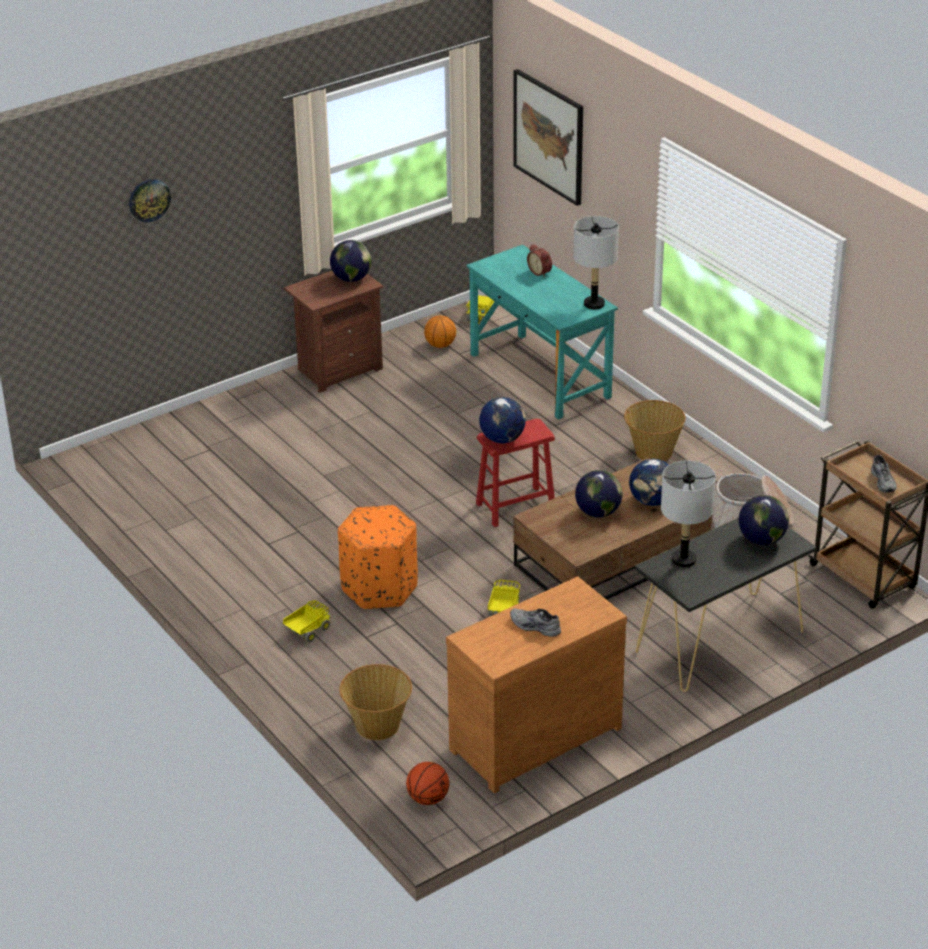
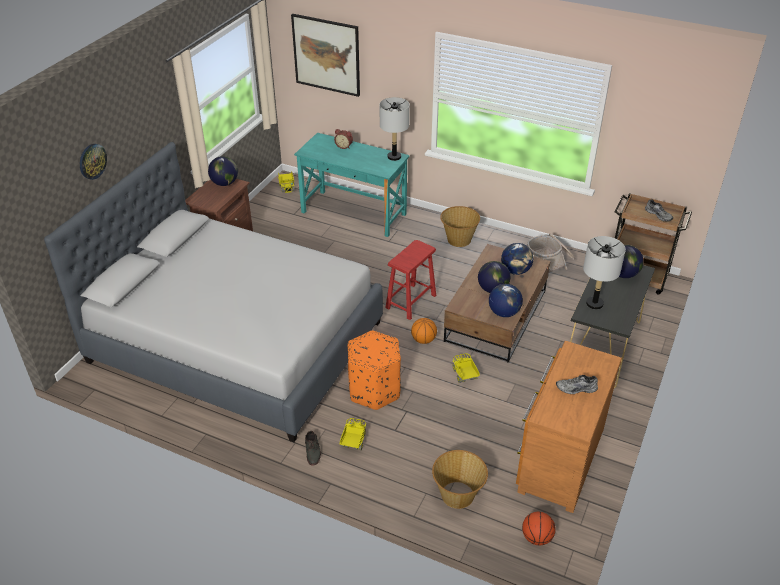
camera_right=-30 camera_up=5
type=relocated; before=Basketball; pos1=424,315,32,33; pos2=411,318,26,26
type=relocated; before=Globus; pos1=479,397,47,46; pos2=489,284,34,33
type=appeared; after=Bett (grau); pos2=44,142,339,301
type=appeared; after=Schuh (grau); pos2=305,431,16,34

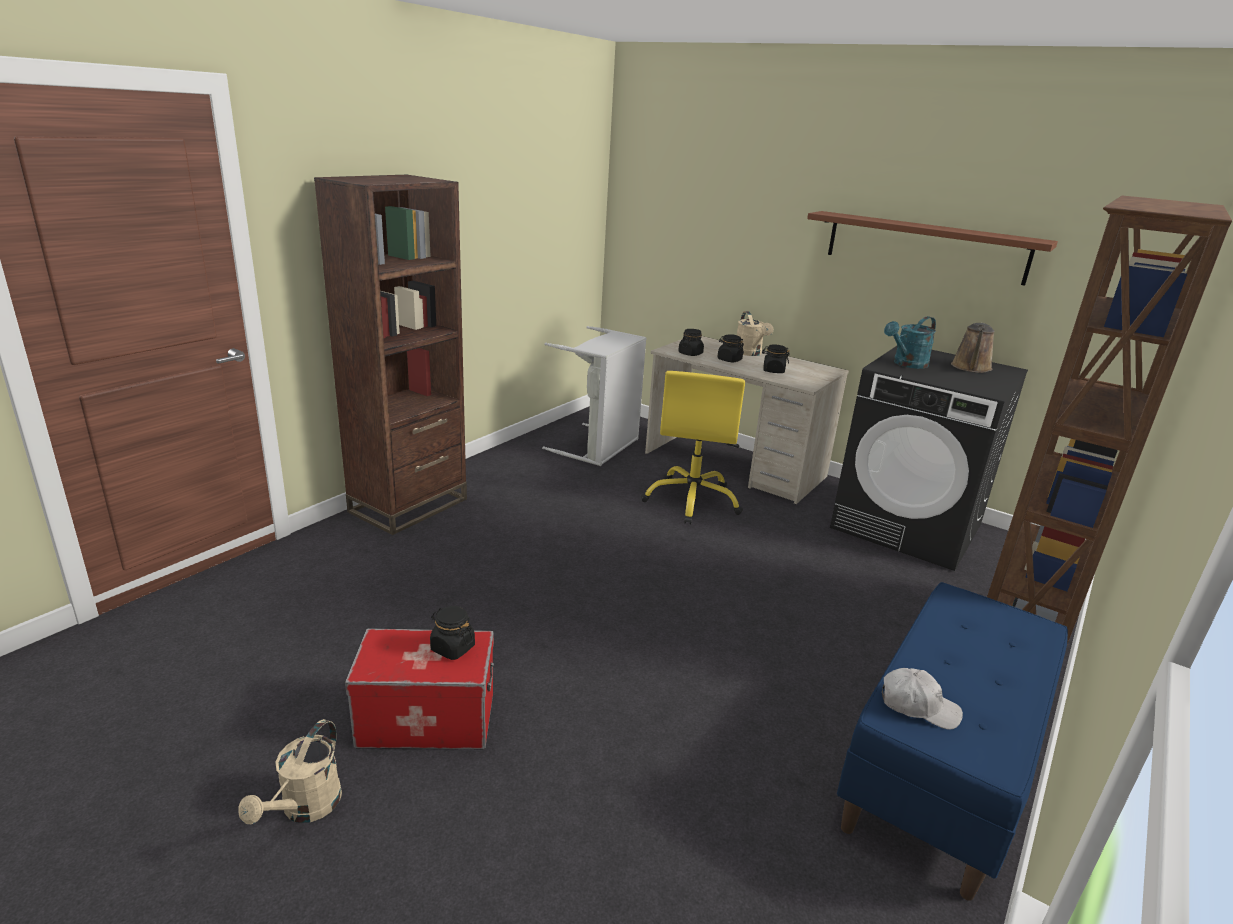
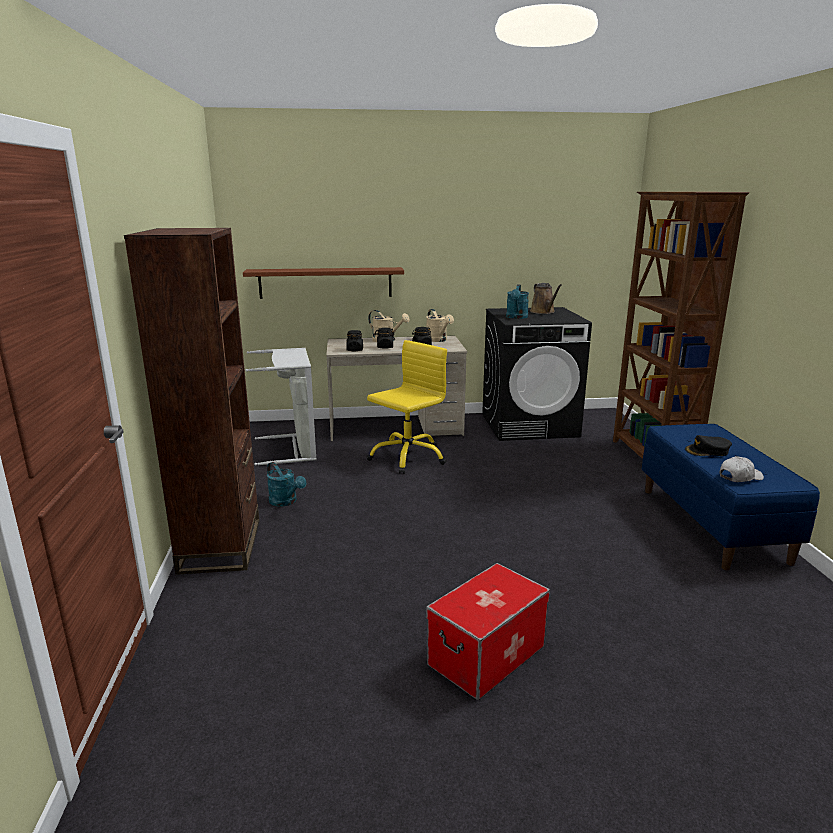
camera_right=-40 camera_up=-5
type=relocated; before=Wandregal (braun); pos1=807,211,251,75; pos2=243,267,161,32
type=spun; before=Bürostuhl (gelb); pos1=641,371,104,153; pos2=367,340,80,134; turn=-105
type=missing; before=Vorratsglas (schwarz); pos1=430,606,45,54
type=relocated; before=Gießkanne (beige); pos1=238,719,104,105; pos2=426,309,28,33
type=appeared; after=Kappe (schwarz); pos2=685,435,47,21
type=appeared; after=Gießkanne (türkis); pos2=267,462,39,45

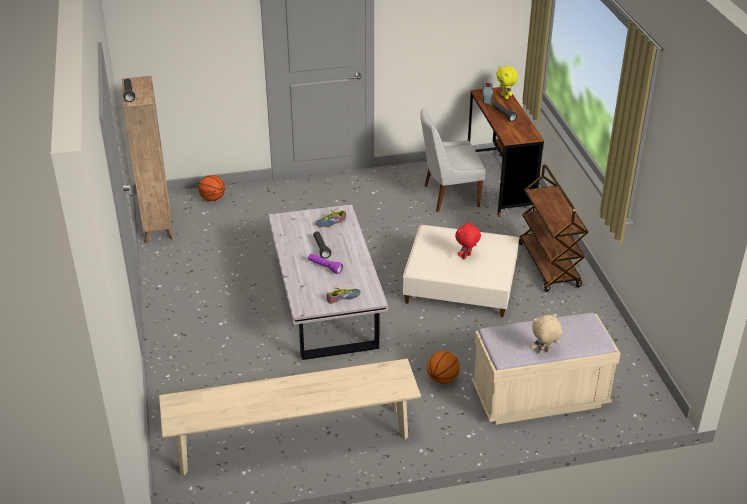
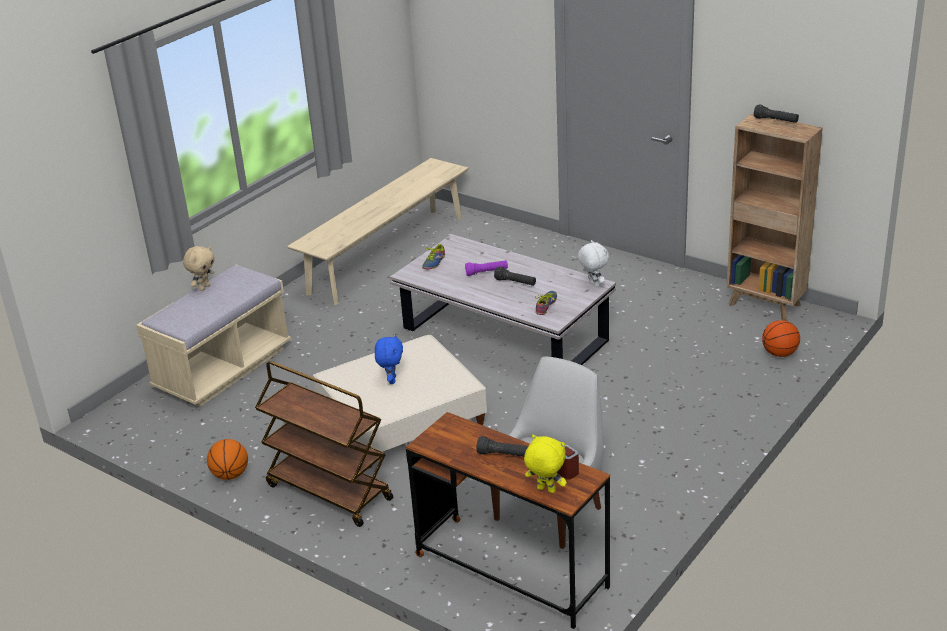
camera_right=140 camera_up=-5
type=colour; before=Plüschtier (rot); after=Plüschtier (blau); pos1=455,221,26,38; pos2=375,334,28,50
type=relocated; before=Basketball; pos1=427,351,33,33; pos2=207,439,41,41
type=appeared; after=Plüschtier (weiß); pos2=578,240,31,47

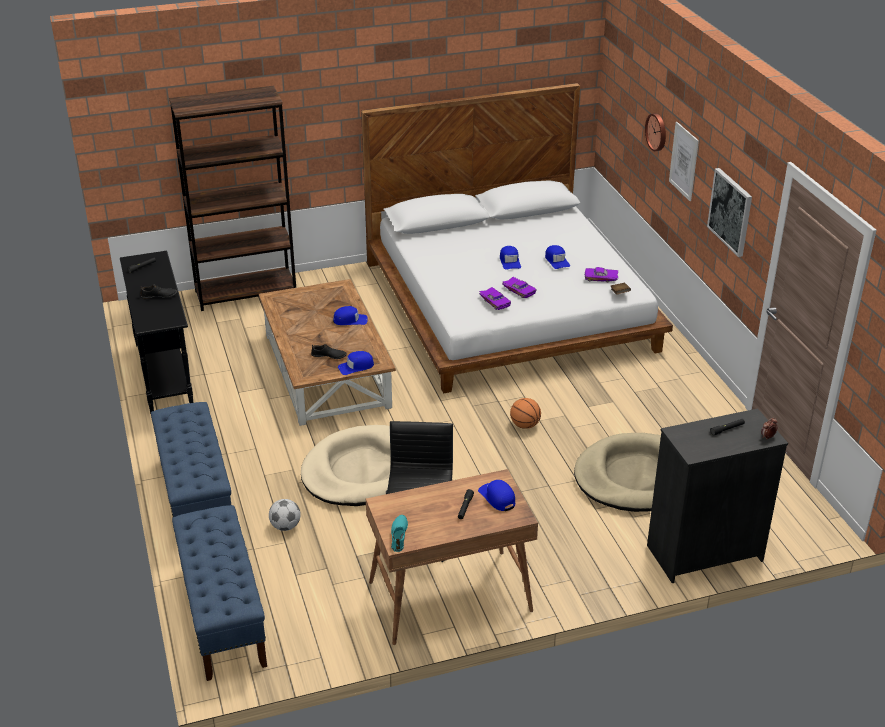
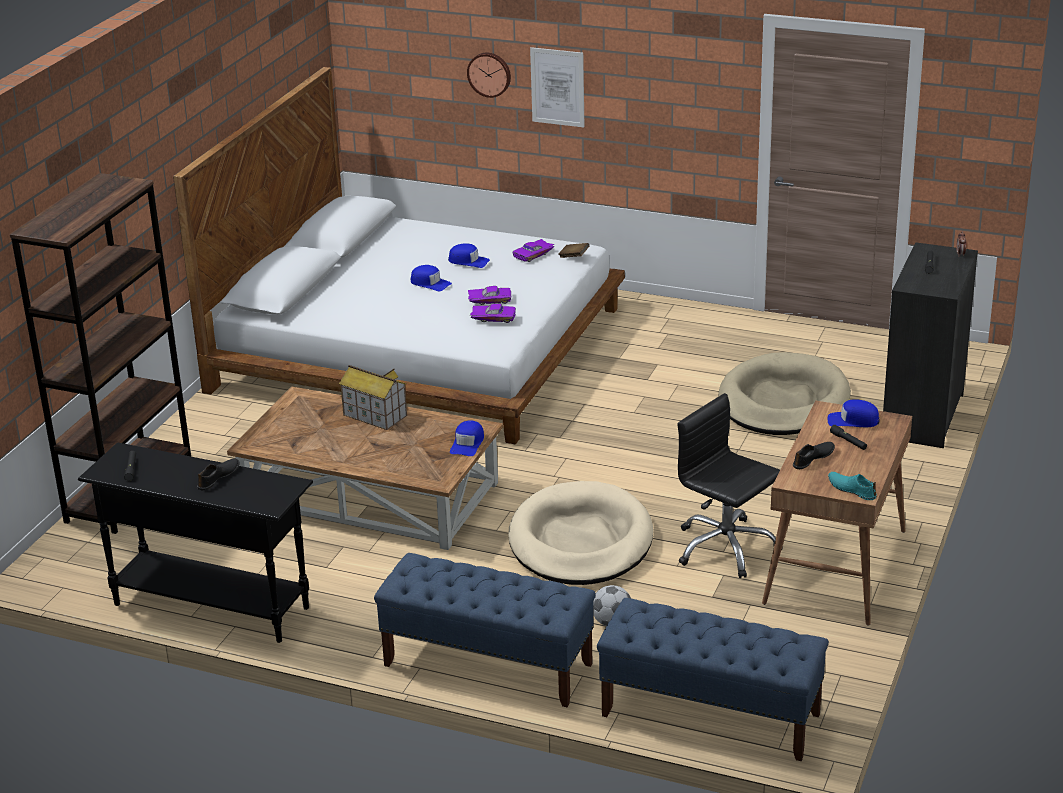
camera_right=-50 camera_up=-5
type=missing; before=Bild; pos1=707,168,45,89
type=exchanged; before=Kappe (blau); after=Spielzeughaus; pos1=333,306,35,19; pos2=339,365,68,65
type=relocated; before=Schuh (schwarz); pos1=311,344,36,15; pos2=793,442,42,27
type=missing; before=Basketball; pos1=510,398,31,31

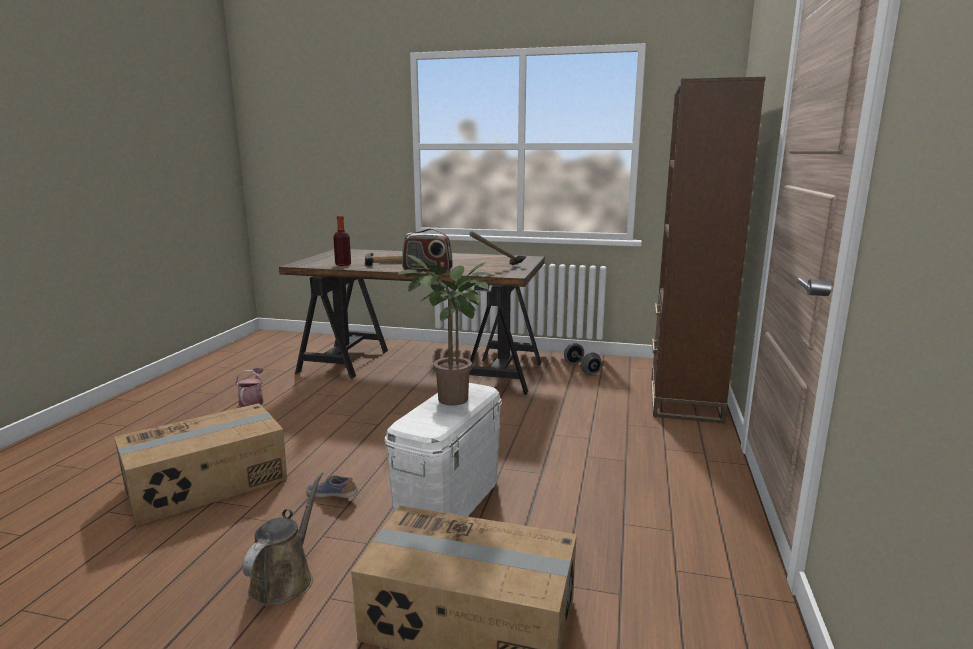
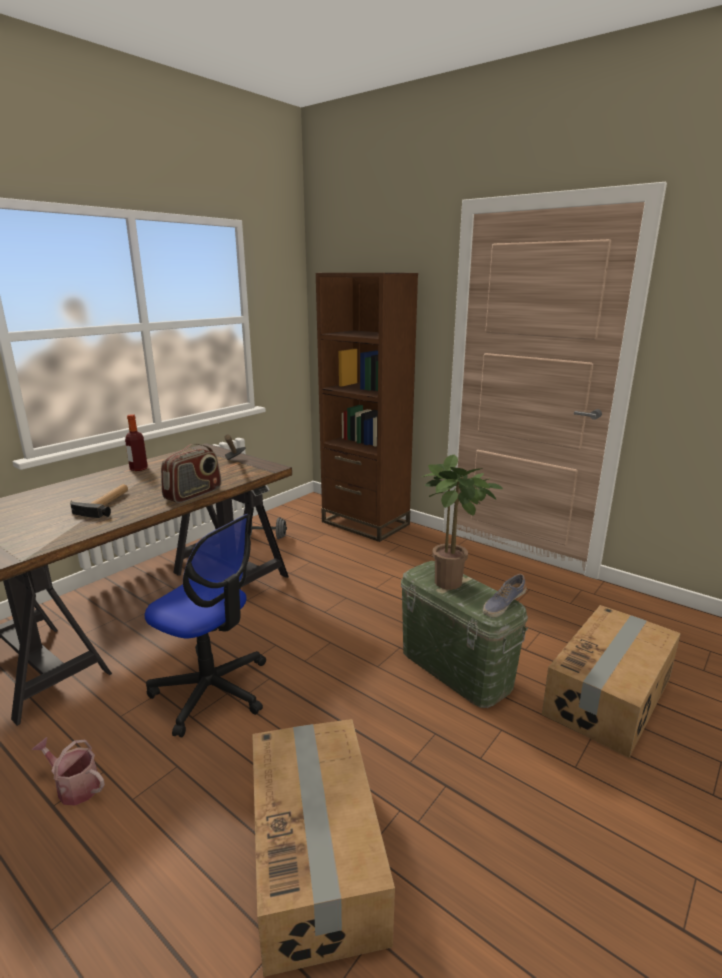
camera_right=-65 camera_up=5
type=relocated; before=Flasche; pos1=333,216,18,50; pos2=125,414,23,57
type=colour; before=Aufbewahrungsbox (weiß); after=Aufbewahrungsbox (grün); pos1=385,383,117,133; pos2=401,561,127,147
type=missing; before=Gießkanne (braun); pos1=243,472,80,134
type=relocated; before=Schuh; pos1=306,475,52,23; pos2=483,574,43,43
type=appeared; after=Bürostuhl; pos2=145,514,121,223

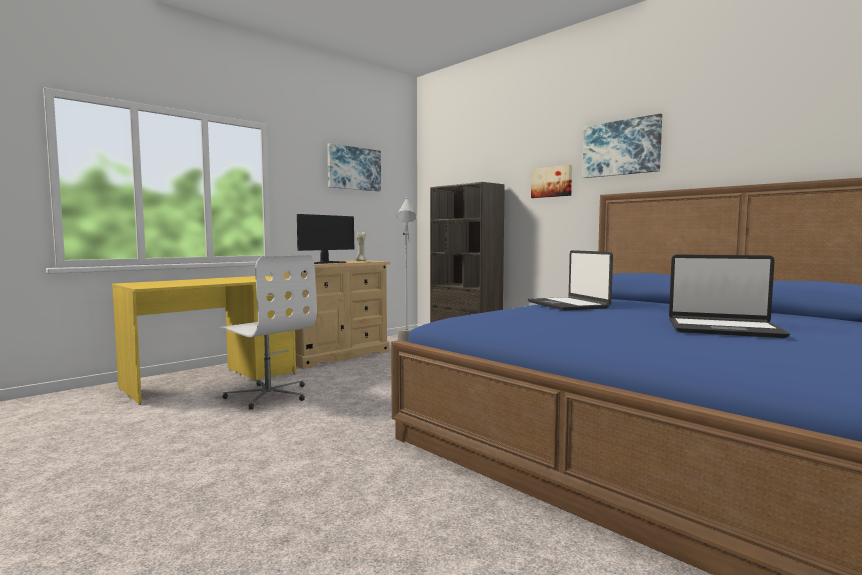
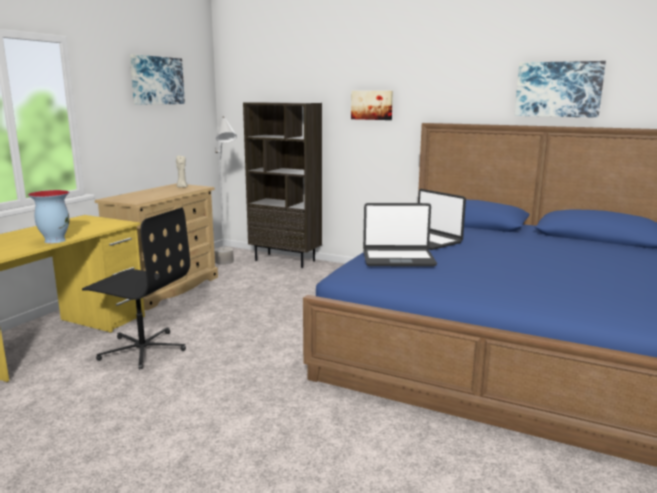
camera_right=-20 camera_up=10
type=relocated; before=Bild; pos1=582,114,80,64; pos2=515,61,91,57
type=missing; before=Monitor; pos1=297,214,57,50
type=relocated; before=Laptop; pos1=669,254,121,84; pos2=363,203,74,64
type=colour; before=Bürostuhl (weiß); after=Bürostuhl (schwarz); pos1=218,255,99,154; pos2=82,208,108,161
type=appeared; after=Vase; pos2=28,190,41,53

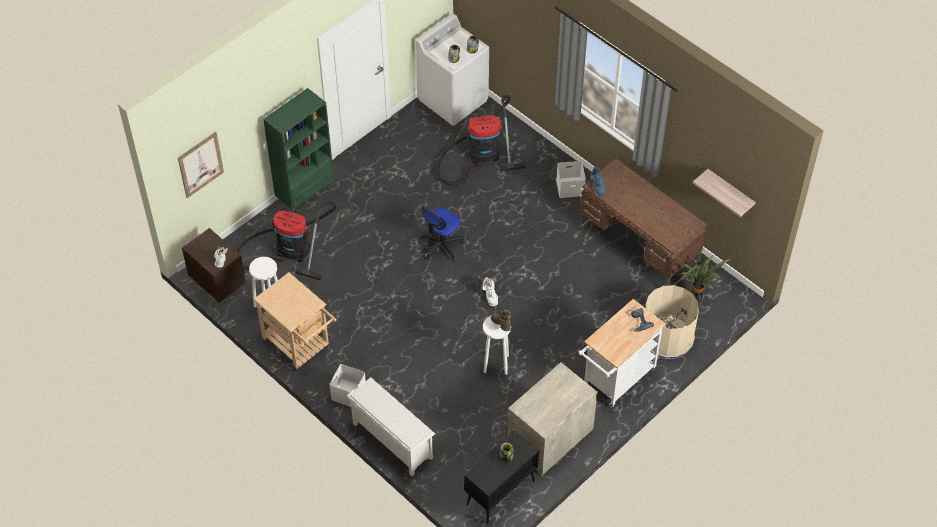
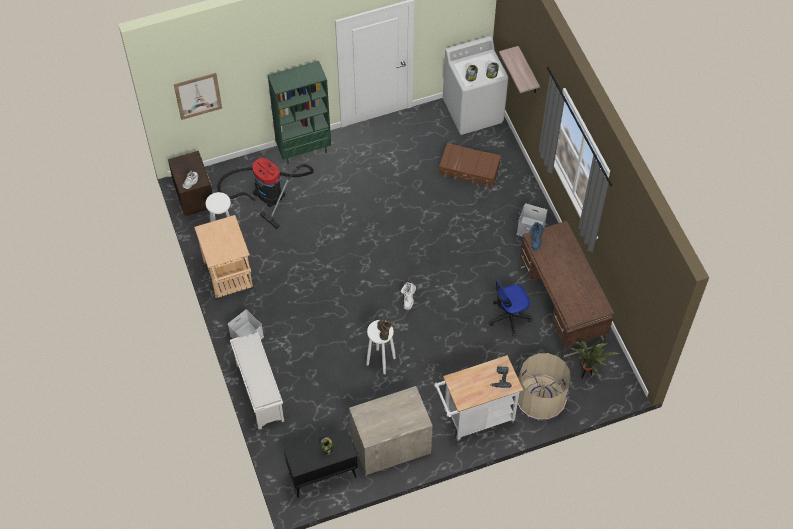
camera_right=25 camera_up=5
type=exchanged; before=Staubsauger; after=Koffer (braun); pos1=436,95,90,91; pos2=439,143,62,44
type=relocated; before=Wandregal; pos1=693,169,63,48; pos2=499,46,41,47
type=relocated; before=Bürostuhl; pos1=419,205,46,56; pos2=489,279,43,57

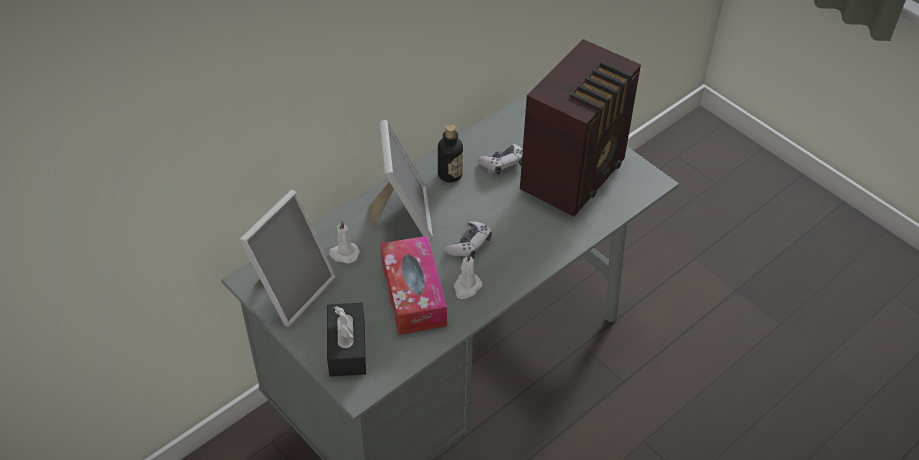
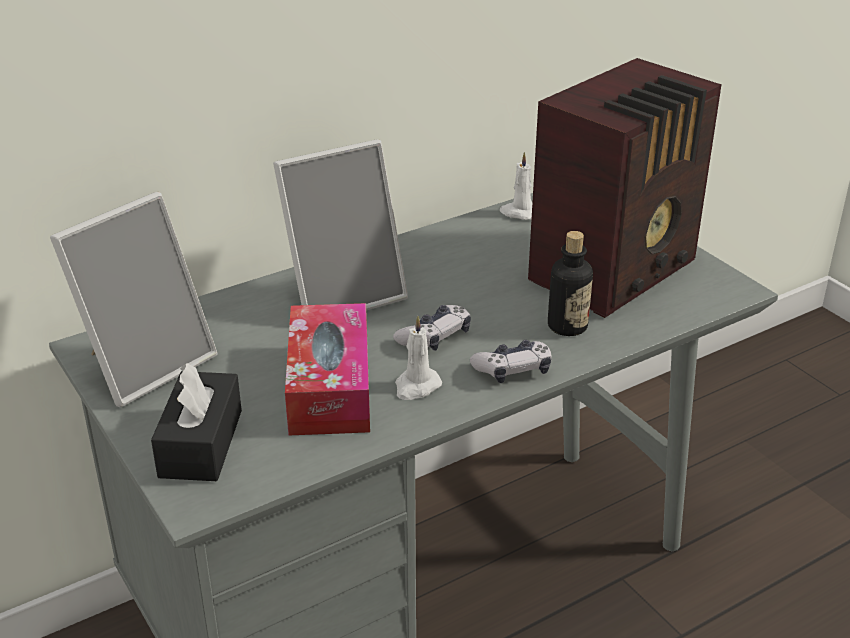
camera_right=10 camera_up=-15
type=spun; before=Bilderrahmen; pos1=369,120,64,120; pos2=273,139,135,172; turn=60
type=relocated; before=Flasche; pos1=438,124,25,58; pos2=548,231,45,105
type=relocated; before=Gamepad; pos1=478,144,45,30; pos2=470,340,82,43
type=relocated; before=Kerze (weiß); pos1=329,220,31,44; pos2=500,152,32,68

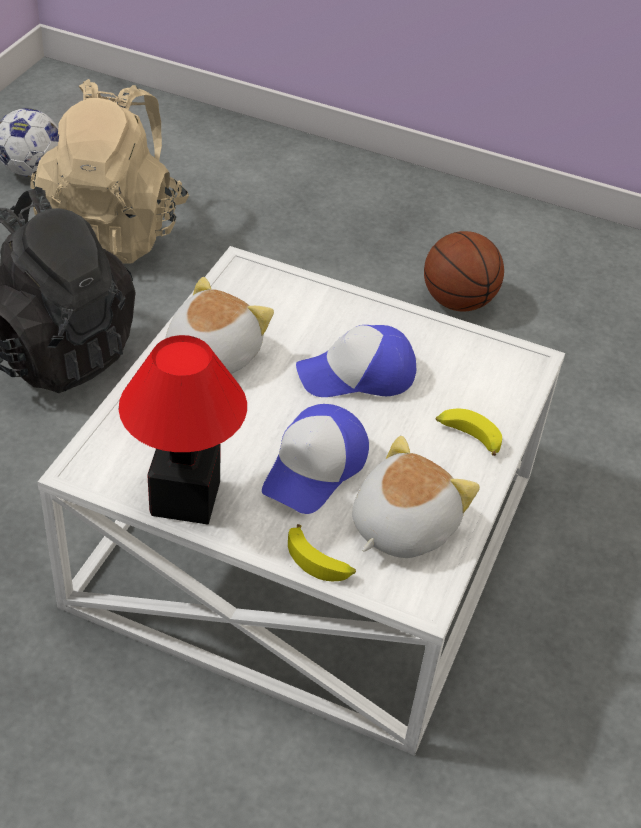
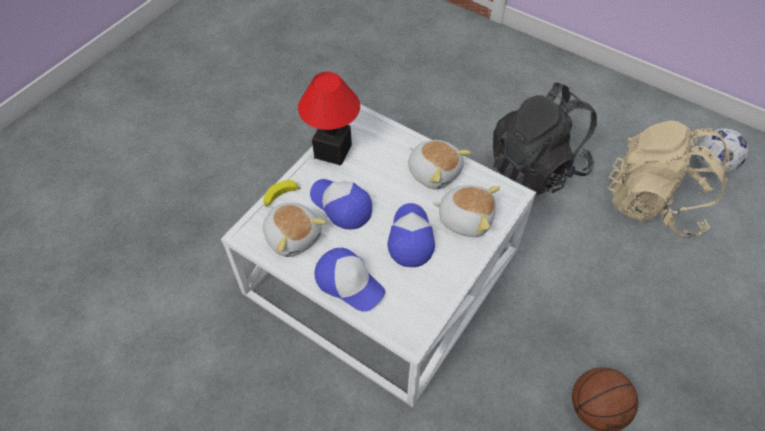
camera_right=105 camera_up=10
type=exchanged; before=Banane; after=Kappe; pos1=436,409,66,47; pos2=315,248,70,64
type=appeared; after=Plüschtier; pos2=432,185,68,52

